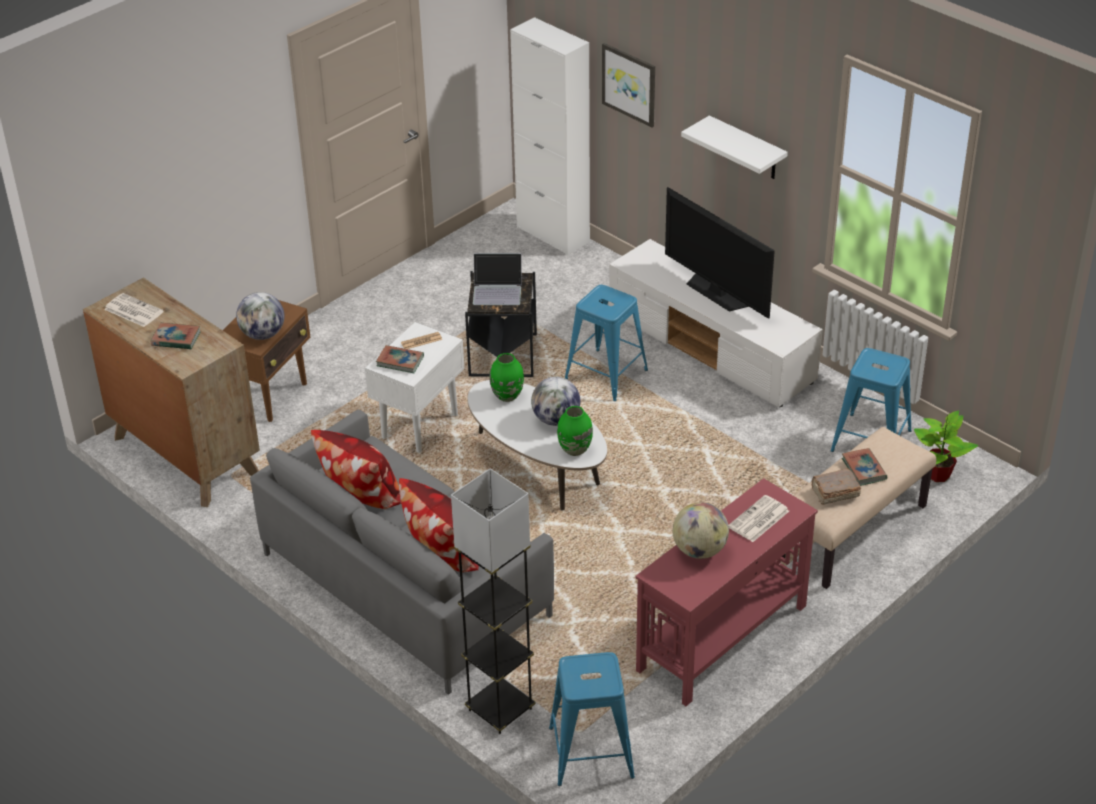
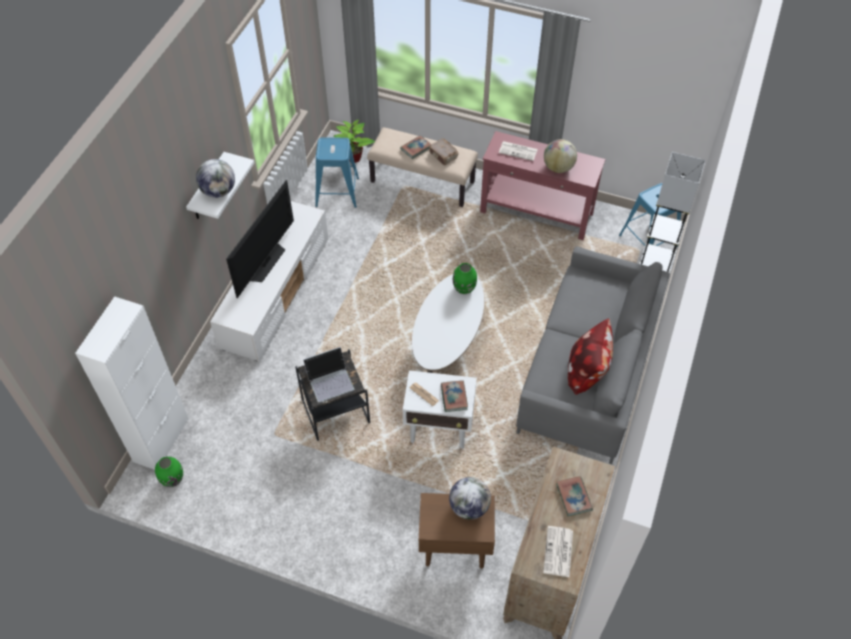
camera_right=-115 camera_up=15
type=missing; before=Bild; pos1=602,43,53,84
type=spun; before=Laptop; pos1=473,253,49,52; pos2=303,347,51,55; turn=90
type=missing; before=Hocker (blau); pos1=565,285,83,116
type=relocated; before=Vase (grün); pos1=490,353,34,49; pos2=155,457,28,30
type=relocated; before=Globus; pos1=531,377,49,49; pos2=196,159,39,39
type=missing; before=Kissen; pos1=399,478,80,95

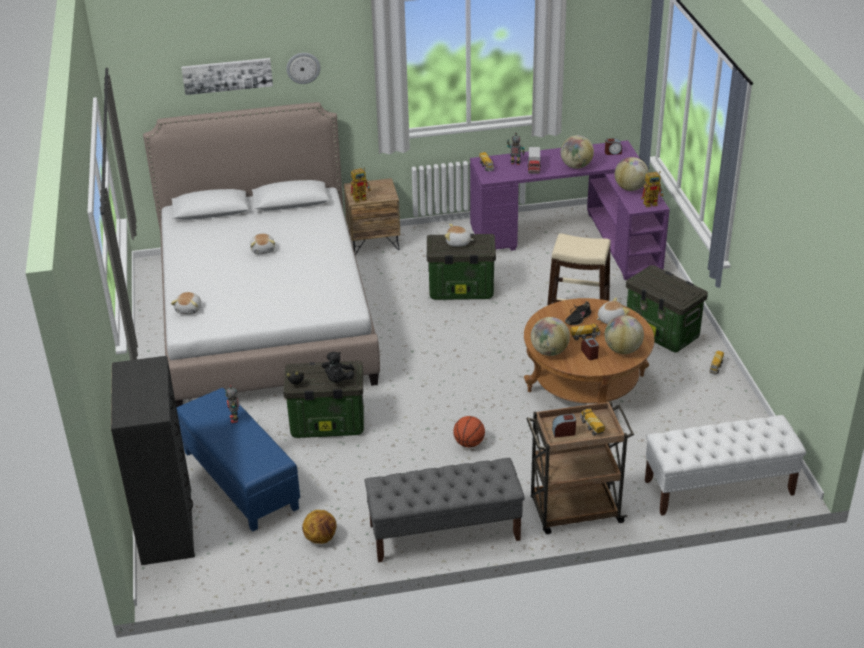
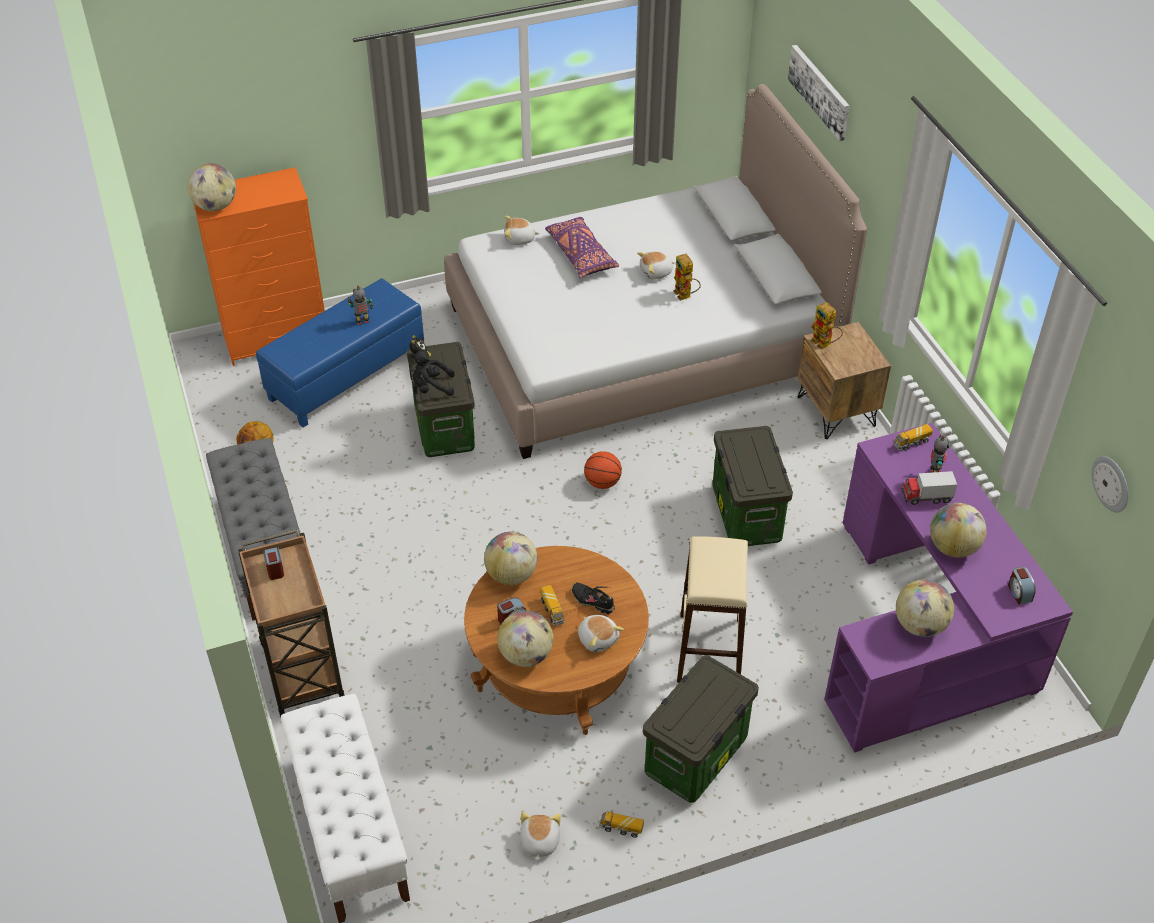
camera_right=80 camera_up=10
type=relocated; before=Wanduhr; pos1=286,53,35,31; pos2=1091,456,37,56
type=relocated; before=Spielzeugroboter; pos1=641,171,22,36; pos2=673,254,28,47
type=relocated; before=Plüschtier; pos1=445,224,29,23; pos2=520,812,41,49
type=colour; before=Kommode (schwarz); after=Kommode (orange); pos1=111,356,84,209; pos2=193,167,132,199
type=missing; before=Spielzeuglaster; pos1=580,408,25,28
type=relocated; before=Basketball; pos1=453,416,32,32; pos2=584,451,38,38
type=appeared; after=Globus; pos2=187,163,49,48
type=appeared; after=Kissen (lila); pos2=545,217,74,61

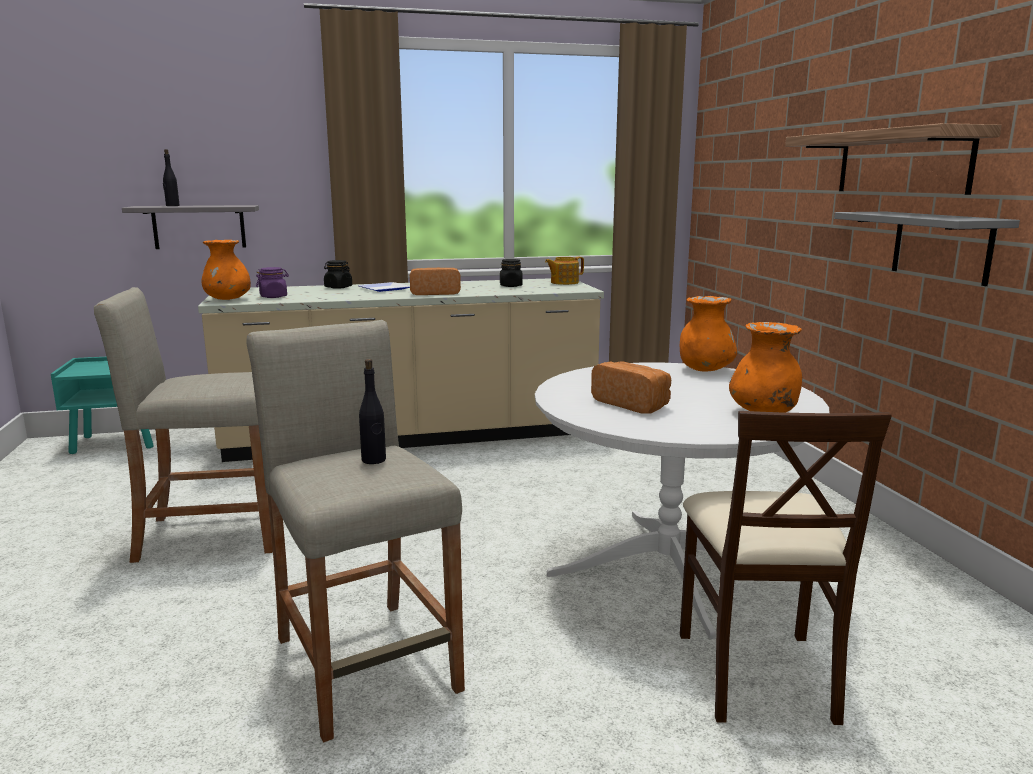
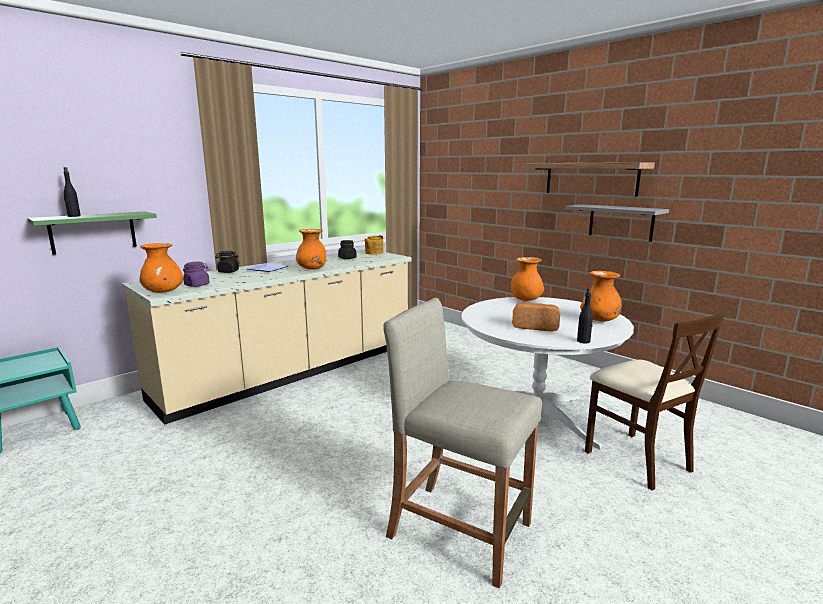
camera_right=-30 camera_up=0
type=colour; before=Wandregal (grau); after=Wandregal (grün); pos1=122,205,137,44; pos2=27,211,130,44
type=exchanged; before=Brot; after=Vase (orange); pos1=410,268,51,27; pos2=296,229,30,40
type=missing; before=Hocker (beige); pos1=94,287,179,276
type=relocated; before=Flasche (schwarz); pos1=359,359,27,105; pos2=577,288,16,56

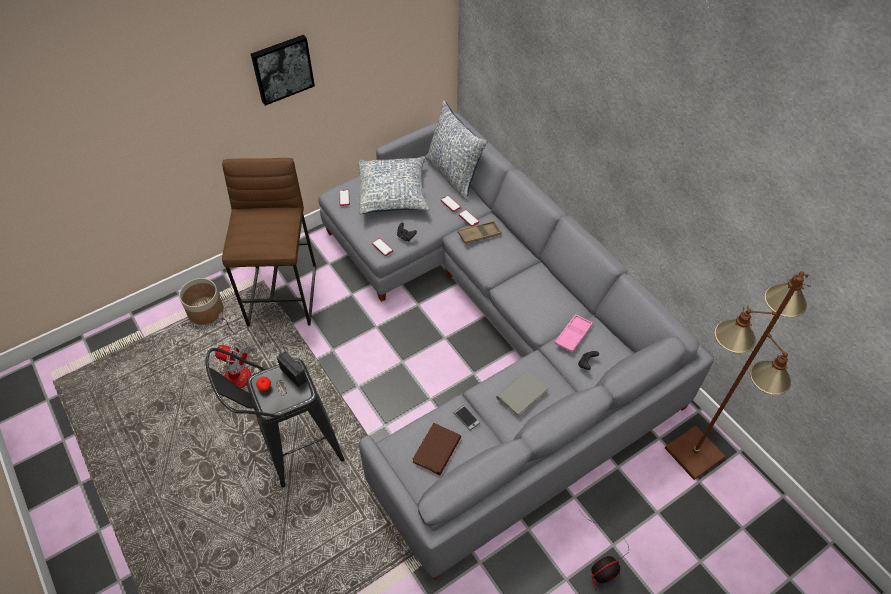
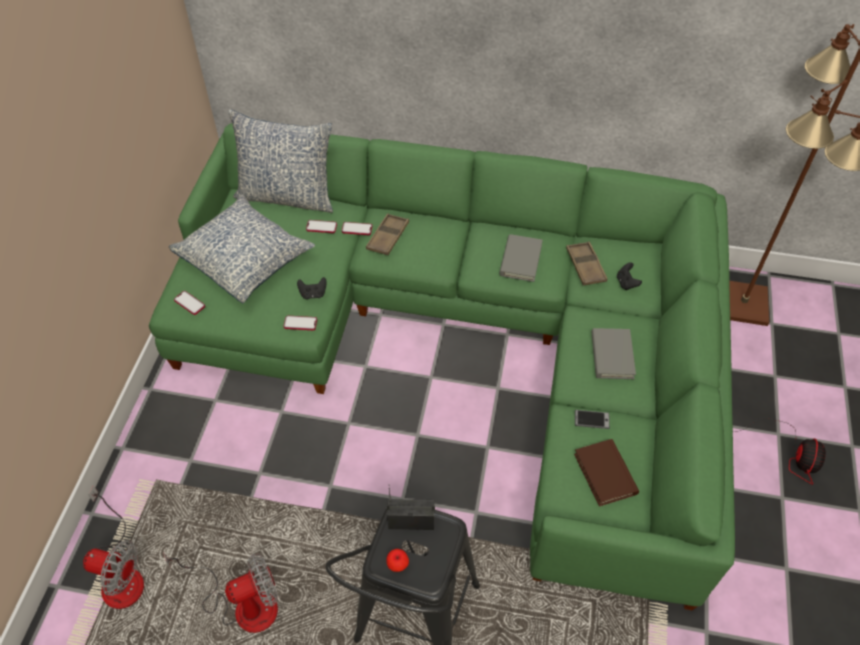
camera_right=-45 camera_up=0
type=missing; before=Bild; pos1=251,35,64,71
type=colour; before=Sofa (grau); after=Sofa (grün); pos1=319,111,395,469; pos2=149,123,586,487
type=missing; before=Hocker (braun); pos1=222,158,94,169
type=exchanged; before=Pflanzkübel; after=Ventilator; pos1=179,278,44,47; pos2=83,485,61,124
type=colour; before=Tablett (rosa); after=Tablett (braun); pos1=555,314,38,38; pos2=566,241,41,45
type=appeared; after=Buch (grau); pos2=499,234,44,48

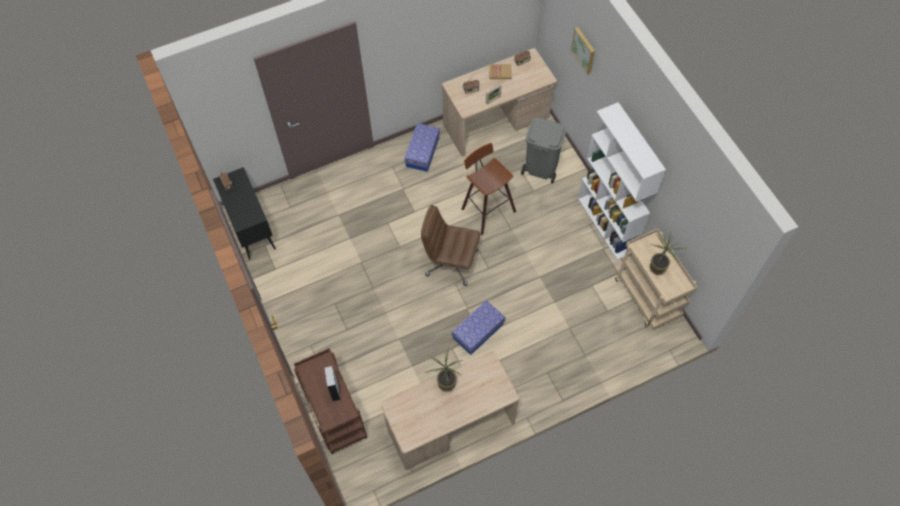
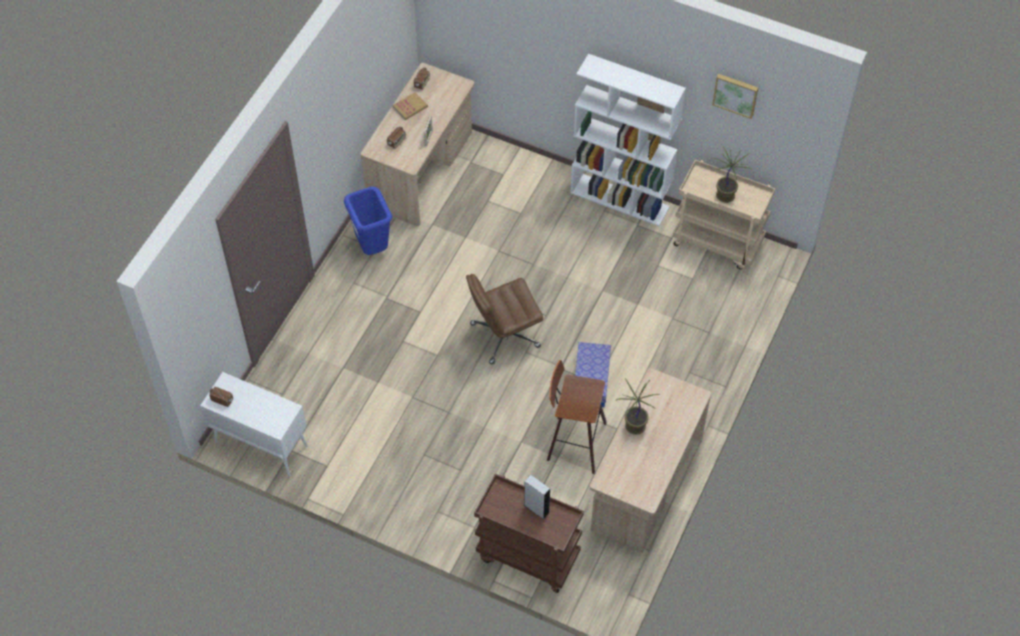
camera_right=-40 camera_up=-5
type=relocated; before=Bild; pos1=571,27,24,48; pos2=712,74,46,45
type=missing; before=Mülleimer (grau); pos1=521,118,46,65
type=exchanged; before=Aufbewahrungsbox; after=Mülleimer (blau); pos1=404,123,36,49; pos2=344,187,48,68
type=relocated; before=Hocker; pos1=462,143,54,92; pos2=547,360,60,114
type=colour; before=Schrank (schwarz); after=Schrank (weiß); pos1=213,167,63,93; pos2=200,372,108,104

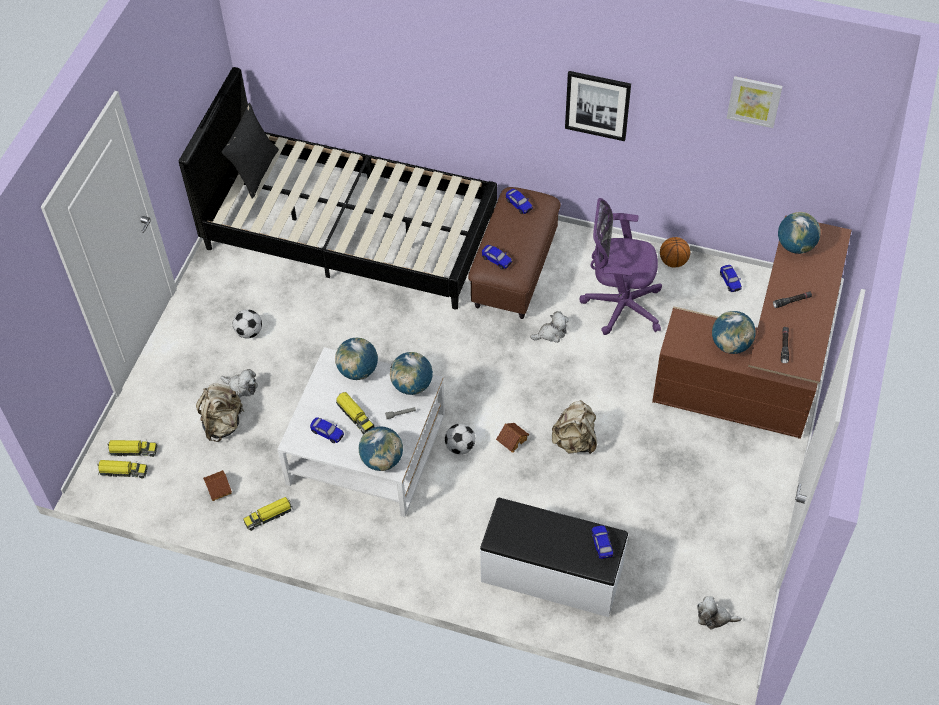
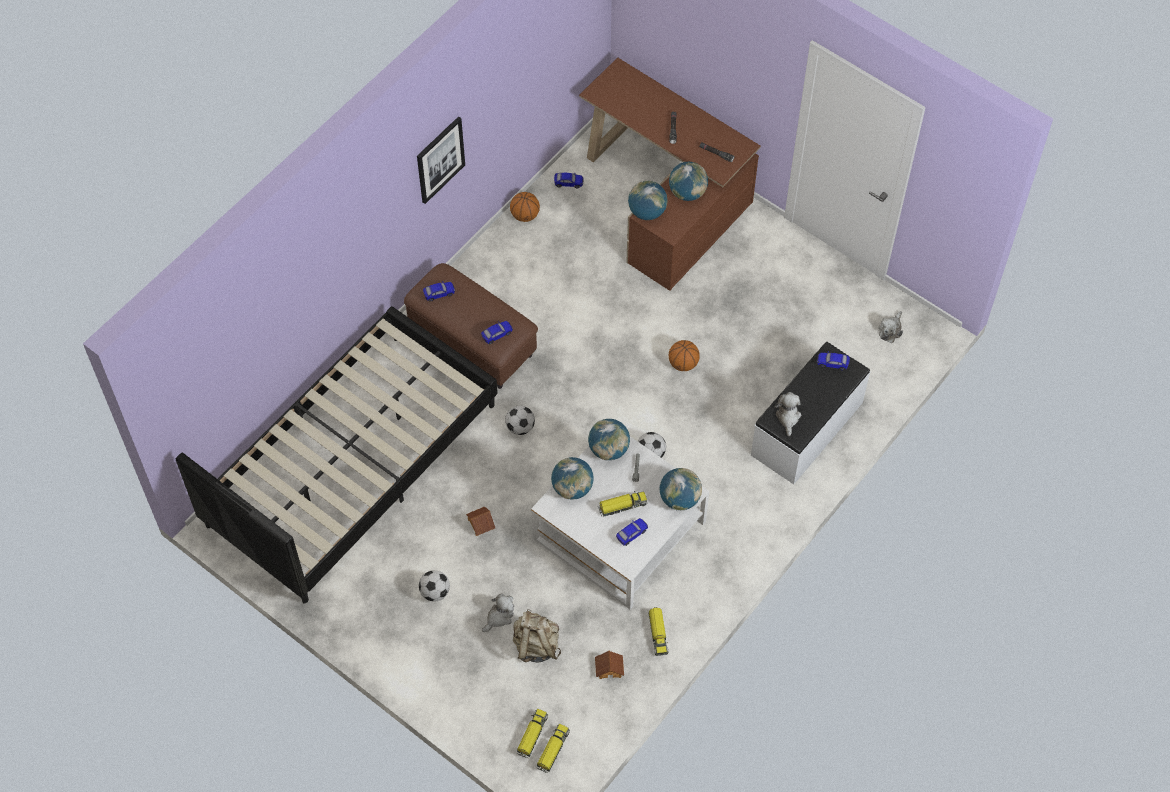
camera_right=-70 camera_up=5
type=missing; before=Bild; pos1=727,76,56,52
type=missing; before=Kissen (schwarz); pos1=222,103,57,96
type=missing; before=Bürostuhl (lila); pos1=579,198,83,137
type=relocated; before=Globus; pos1=778,212,43,42; pos2=628,181,40,39
type=relocated; before=Plüschtier; pos1=530,311,39,32; pos2=775,392,26,44
type=exchanged; before=Rucksack (beige); after=Basketball; pos1=551,400,46,54; pos2=669,340,31,31
type=relocated; before=Spielzeughaus; pos1=496,423,33,30; pos2=466,506,29,30
type=appeared; after=Fußball; pos2=505,405,30,30

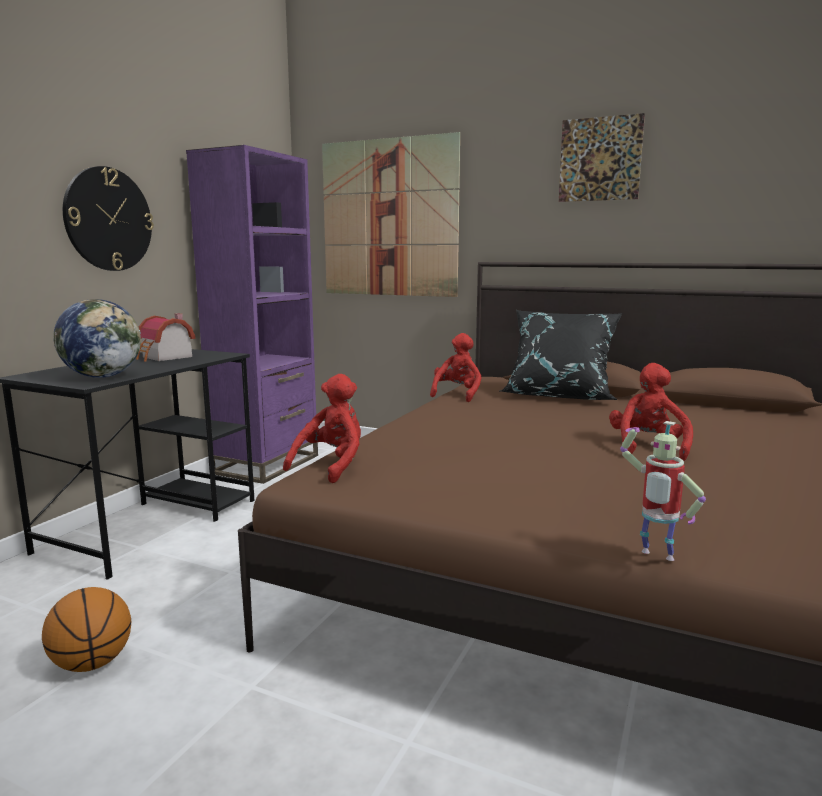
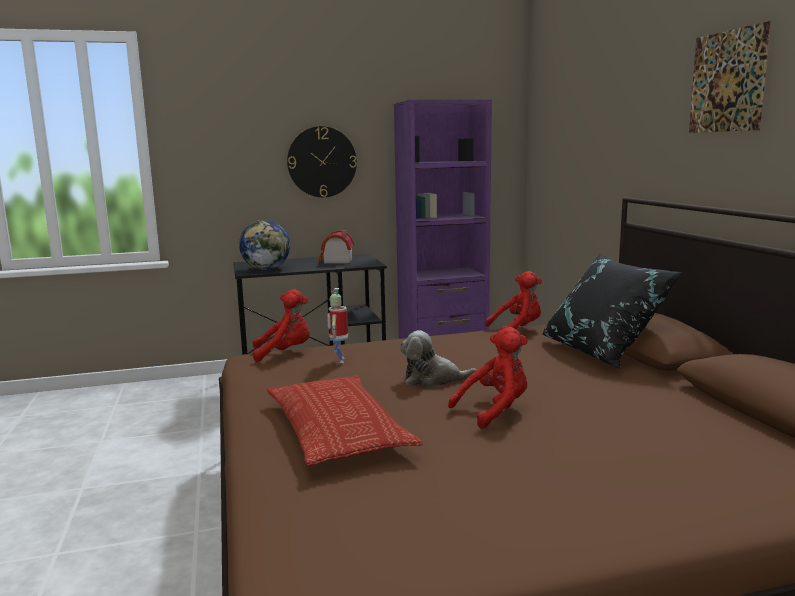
camera_right=50 camera_up=0
type=missing; before=Bild; pos1=322,132,138,165
type=relocated; before=Spielzeugroboter; pos1=620,421,86,140; pos2=327,288,21,75
type=missing; before=Basketball; pos1=42,587,89,85
type=appeared; after=Plüschtier; pos2=400,330,77,57
type=appeared; after=Kissen; pos2=266,375,157,90

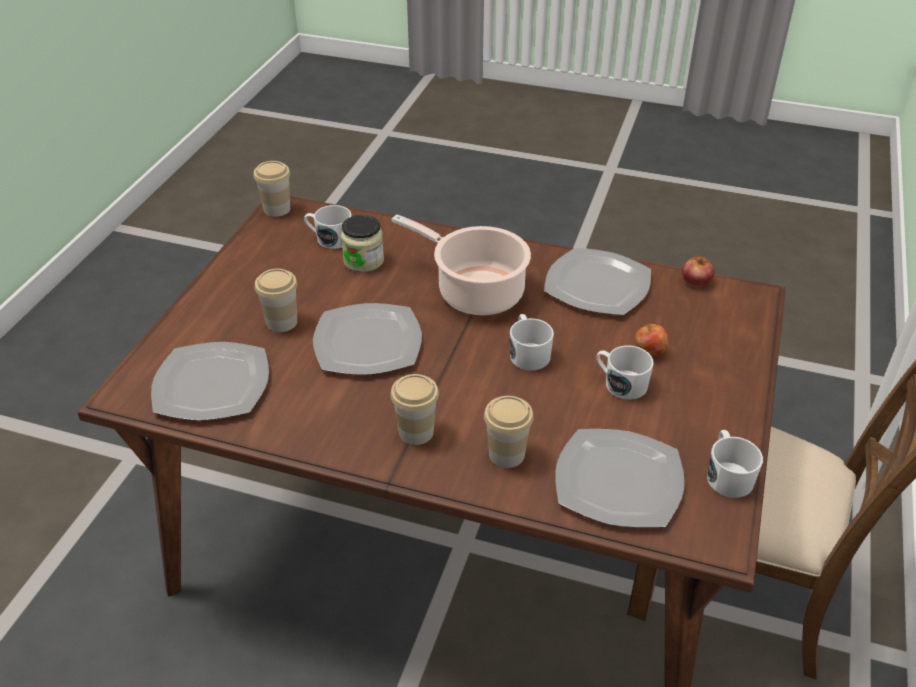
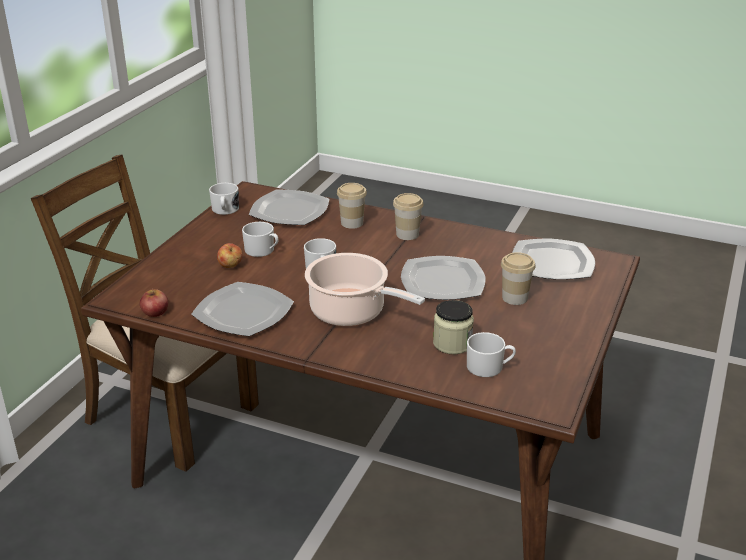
camera_right=-175 camera_up=-10
type=missing; before=Tasse; pos1=254,161,36,56

